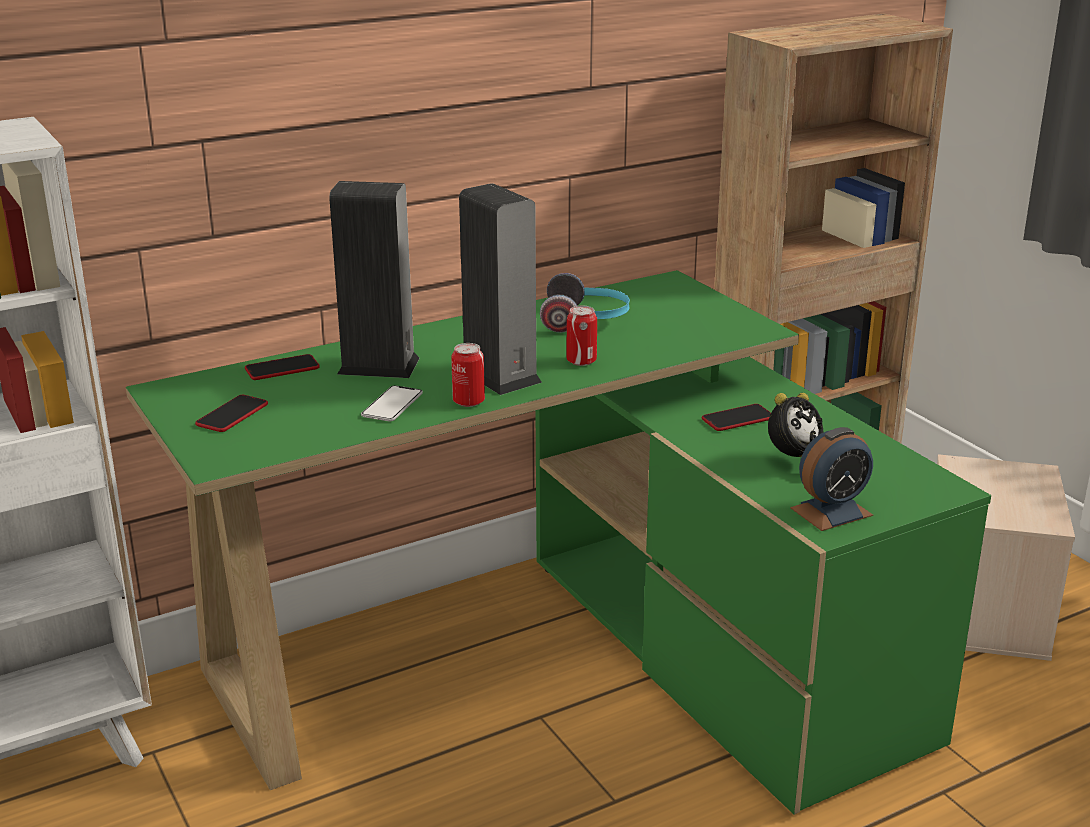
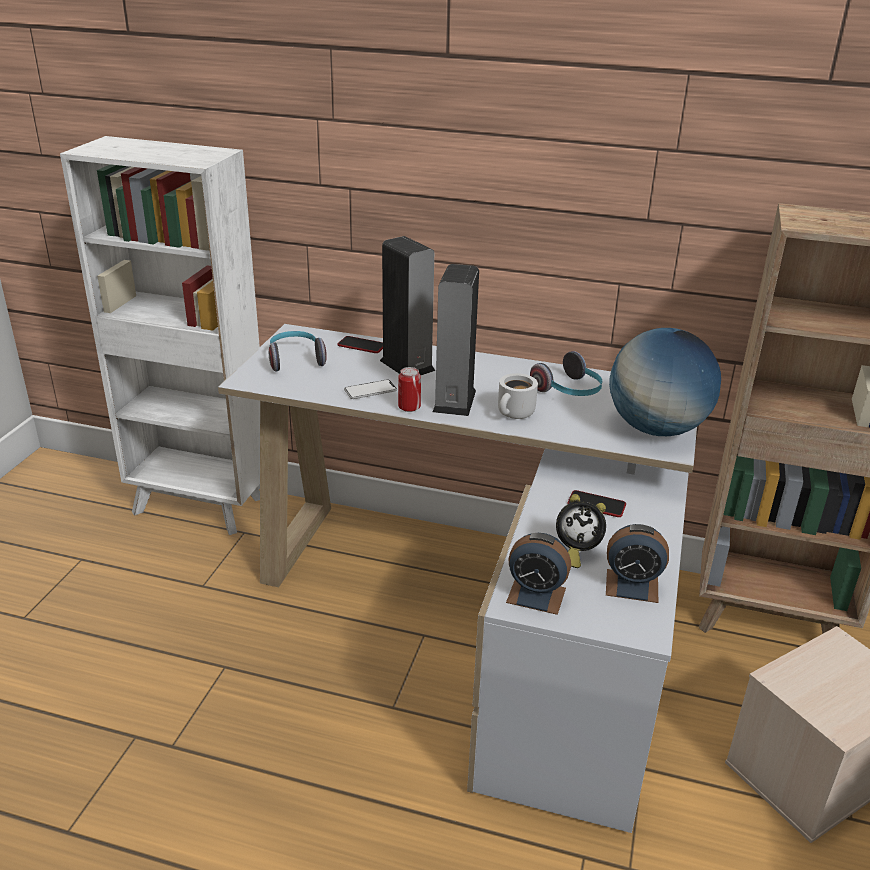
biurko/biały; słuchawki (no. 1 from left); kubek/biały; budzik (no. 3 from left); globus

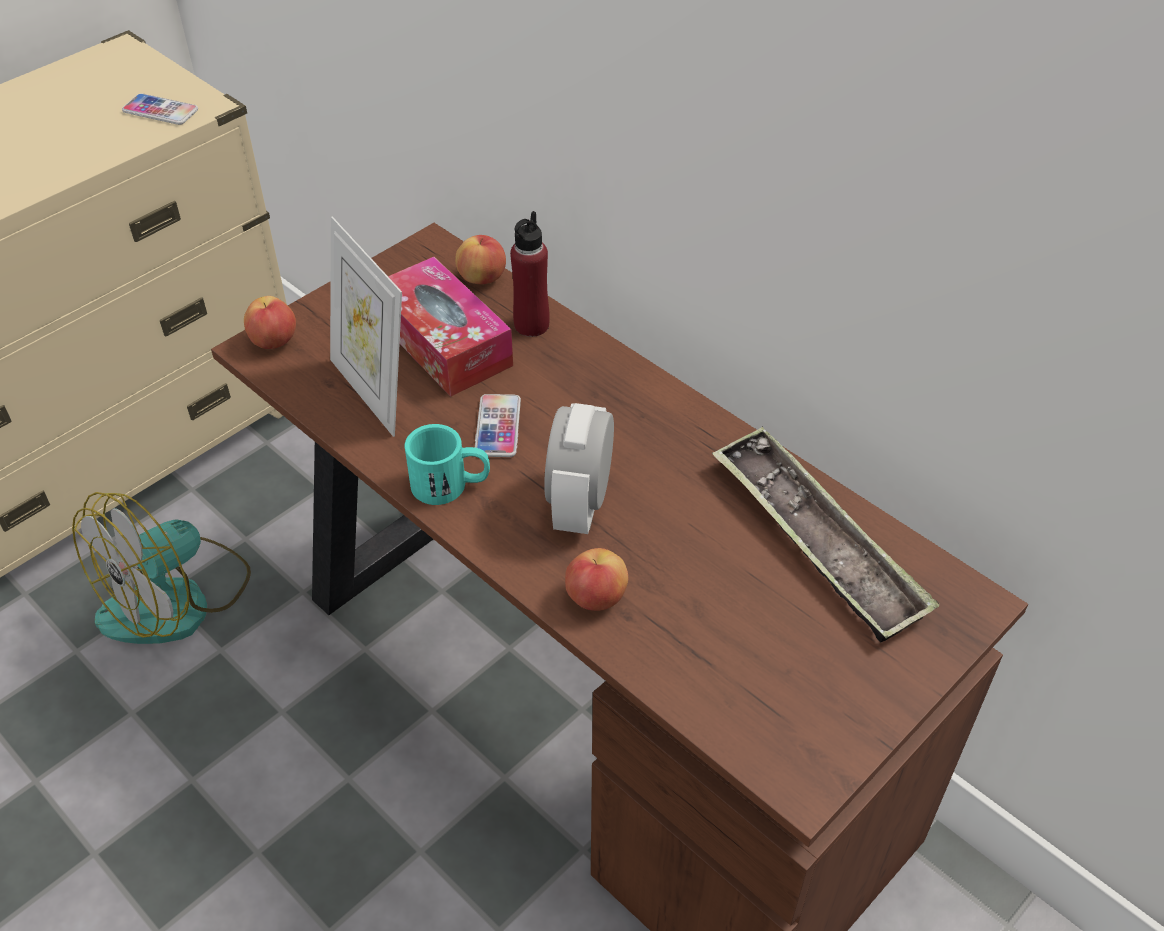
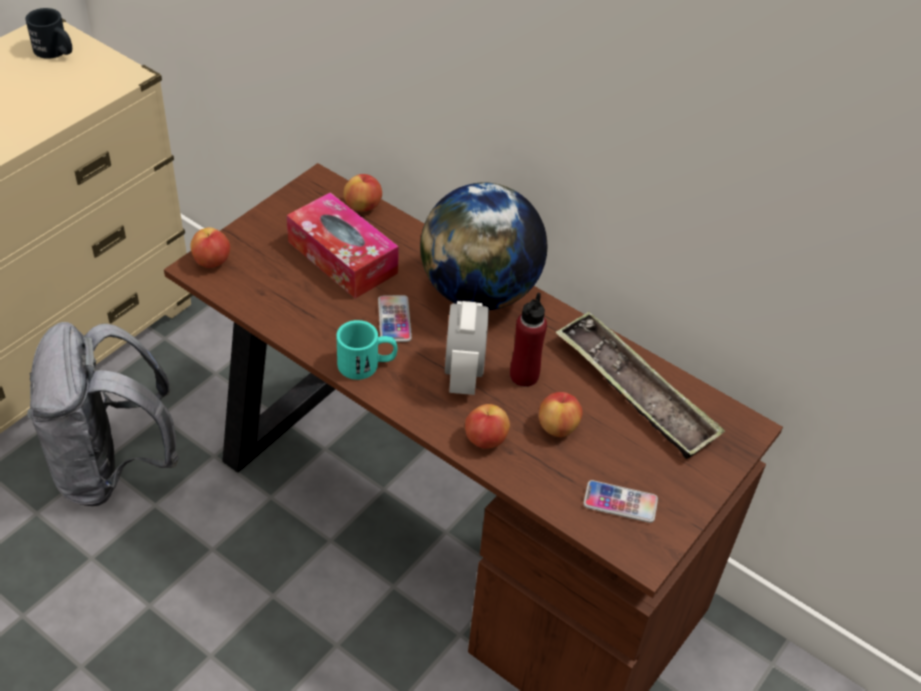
kubek/czarny; plecak/szary; globus; butelka/czerwony; jabłko (no. 4 from left); telefon (no. 2 from left); ramka na zdjęcie

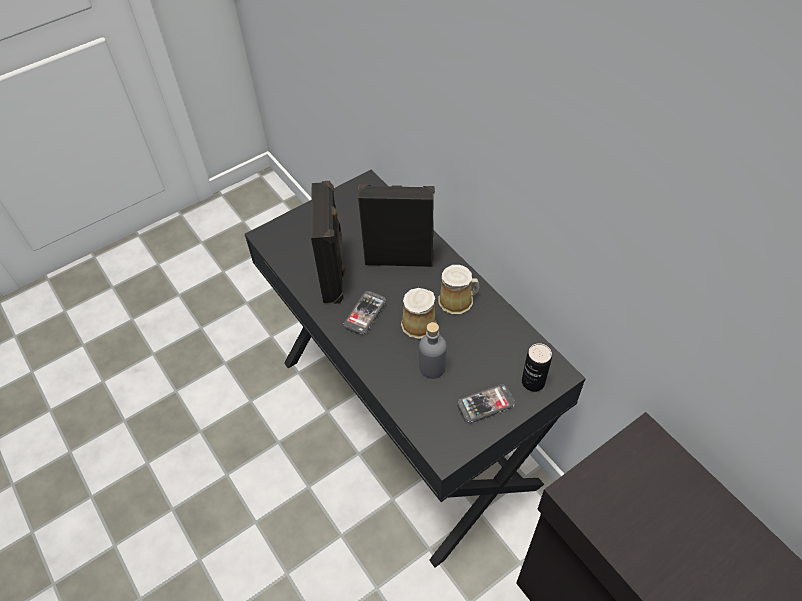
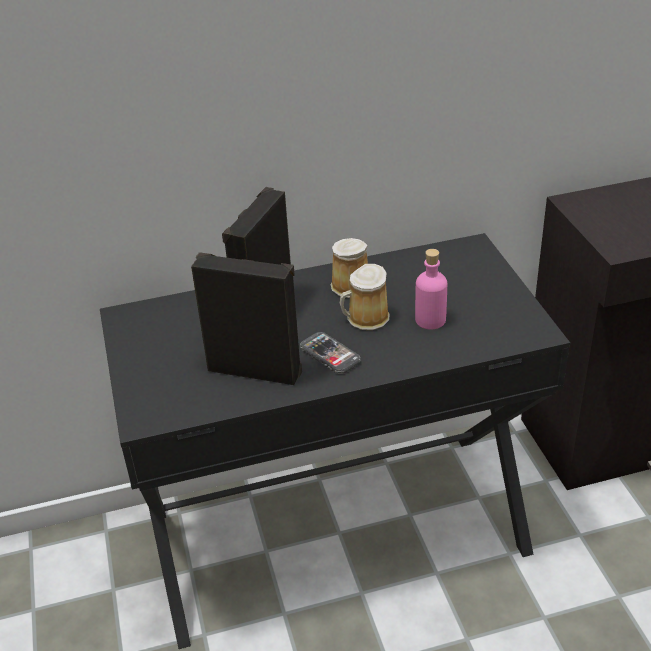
butelka/różowy; telefon (no. 2 from left in the first image); puszka

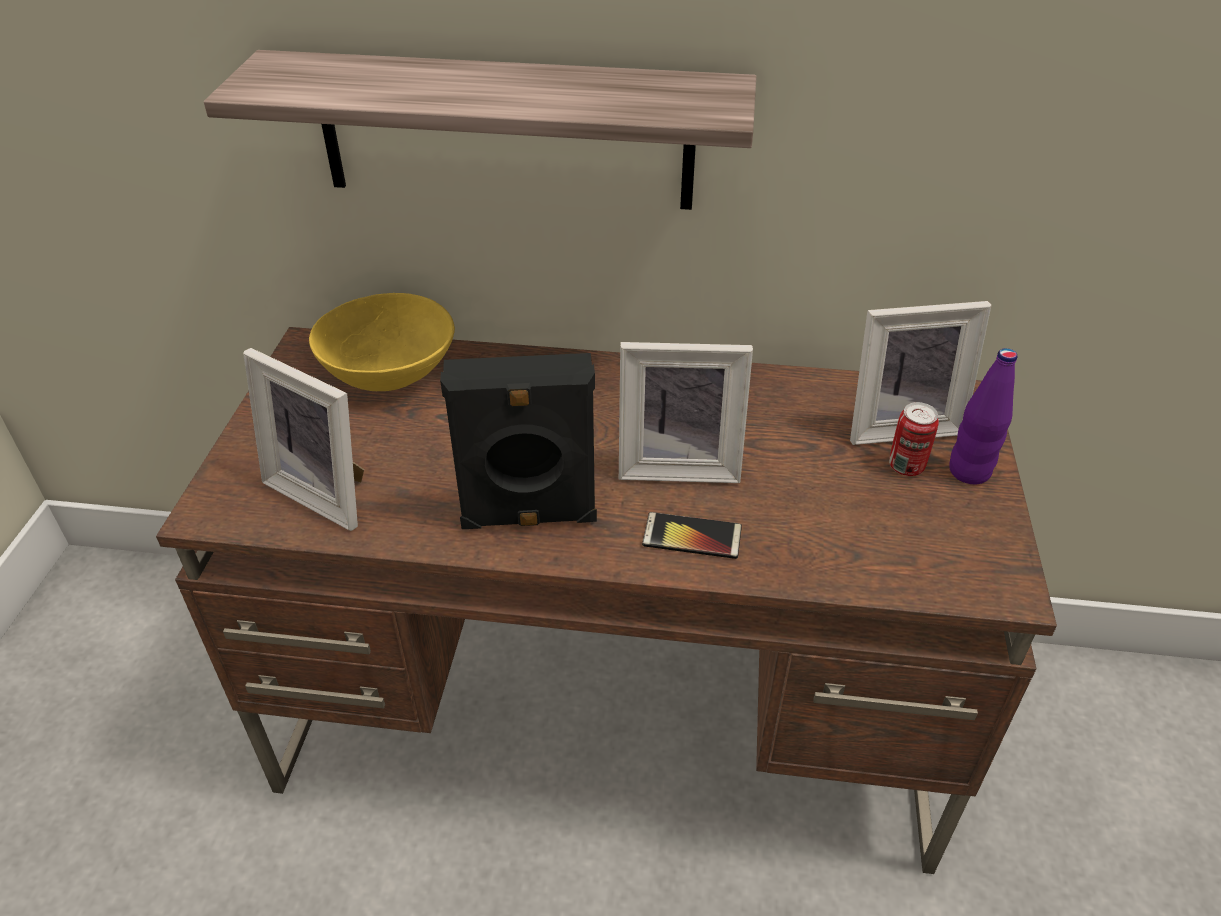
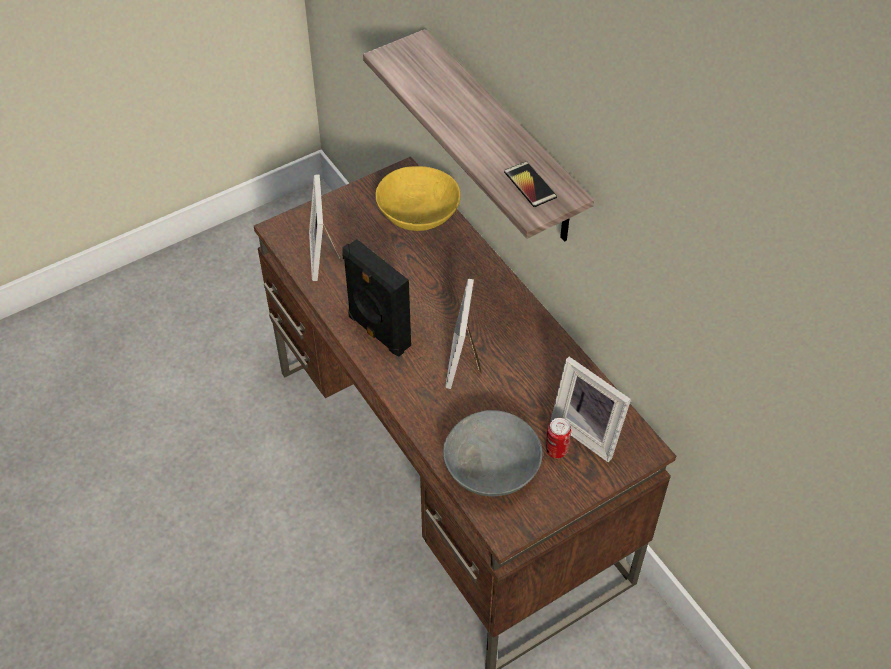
miska/szary; ramka na zdjęcie (no. 2 from left); telefon; butelka/fioletowy

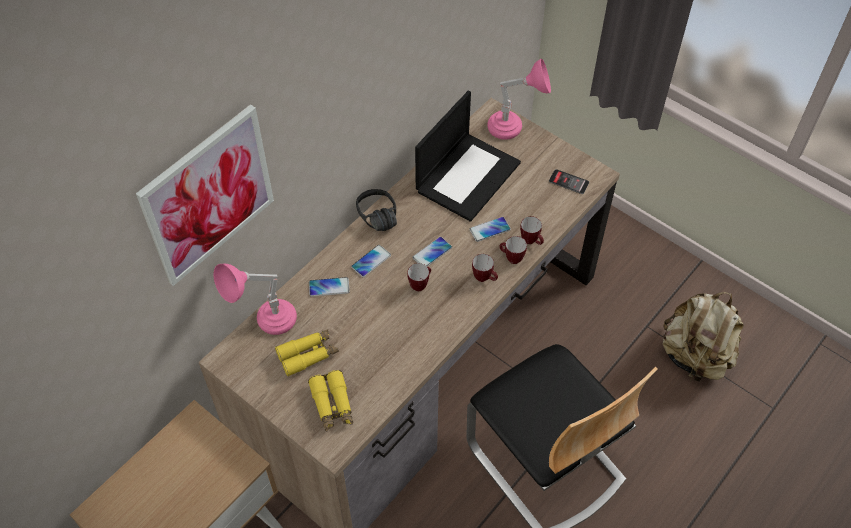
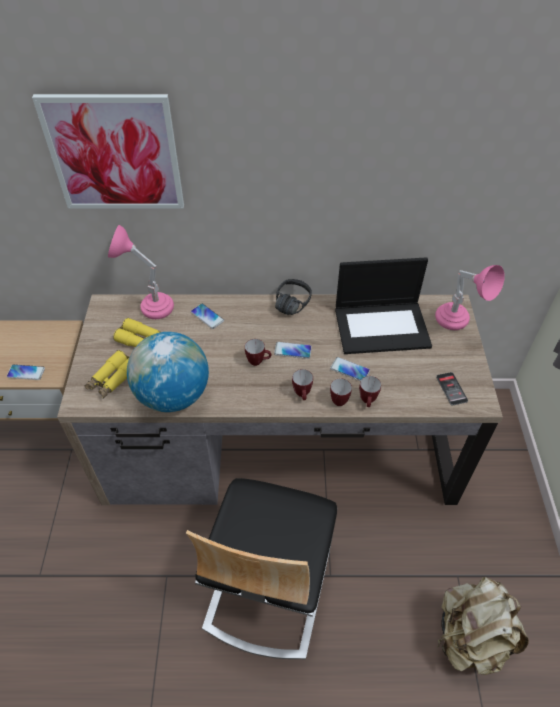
telefon (no. 1 from left); globus

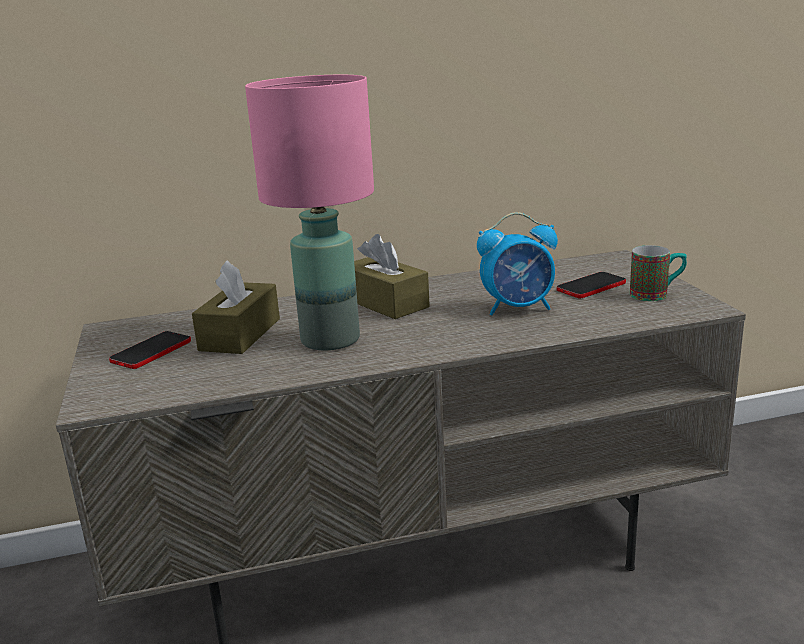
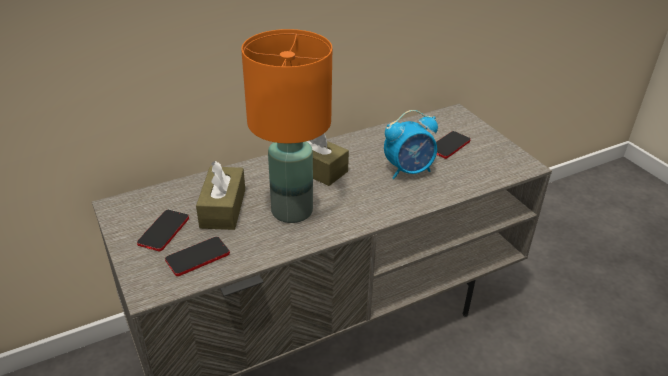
telefon (no. 2 from left); lampa stołowa/pomarańczowy; kubek

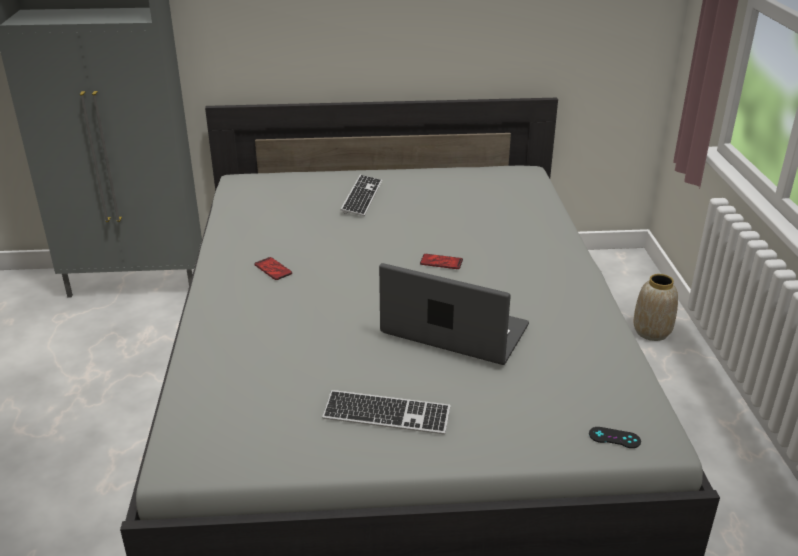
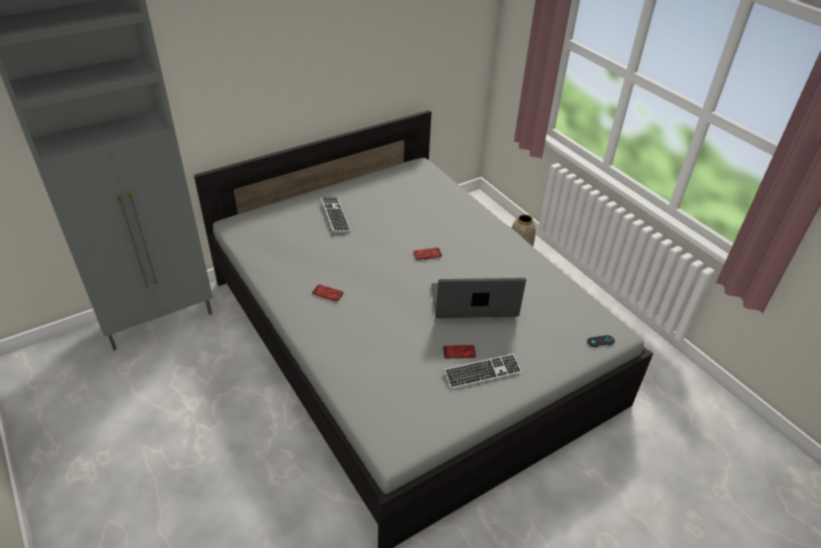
telefon (no. 3 from left)

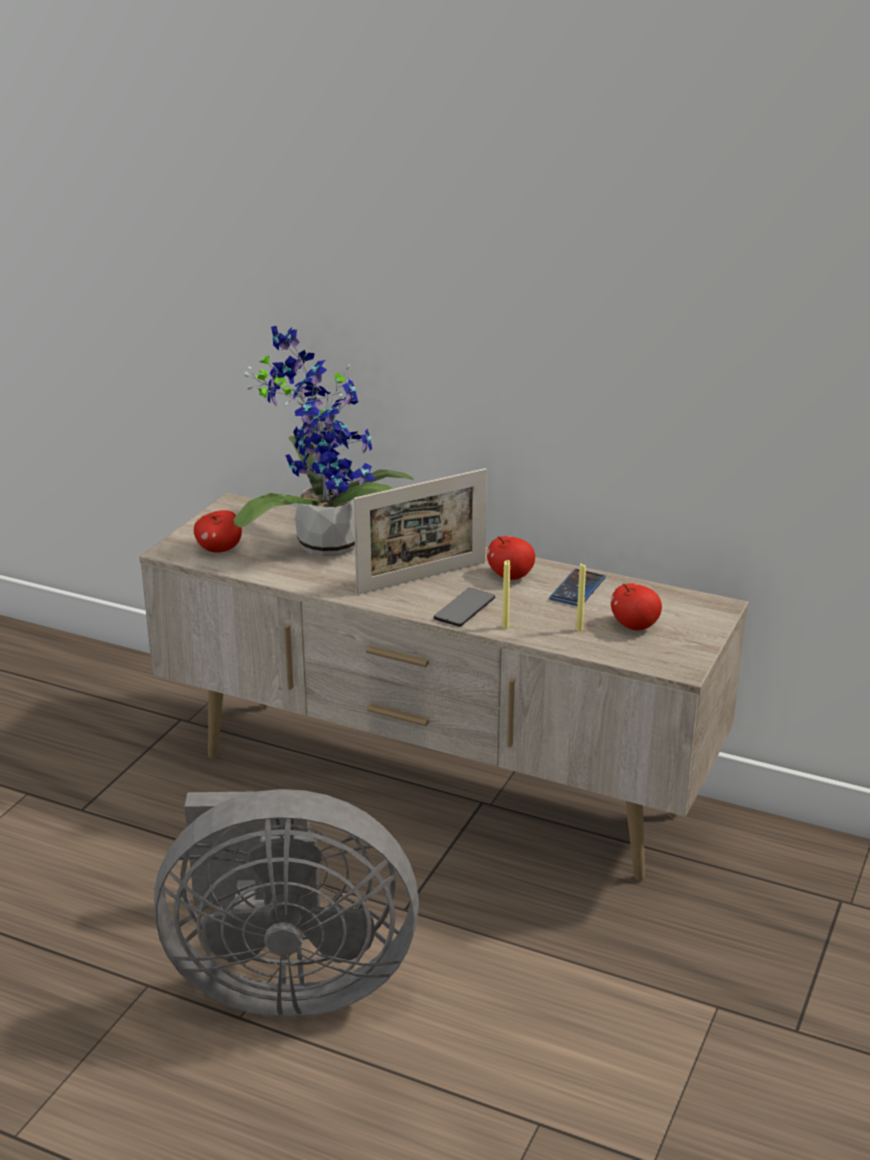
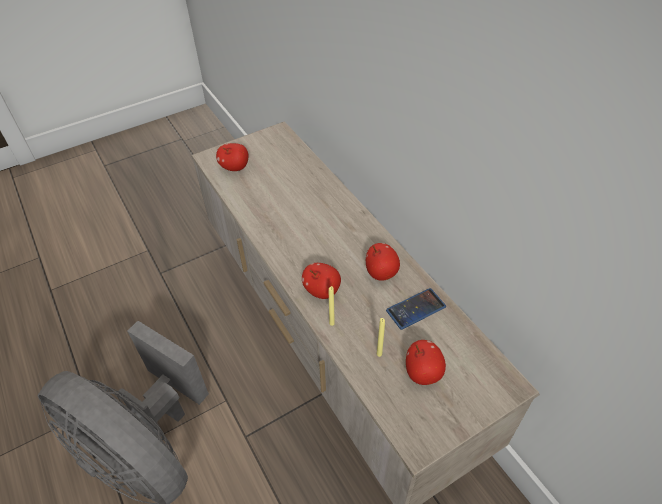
jabłko (no. 2 from left); roślina doniczkowa; ramka na zdjęcie

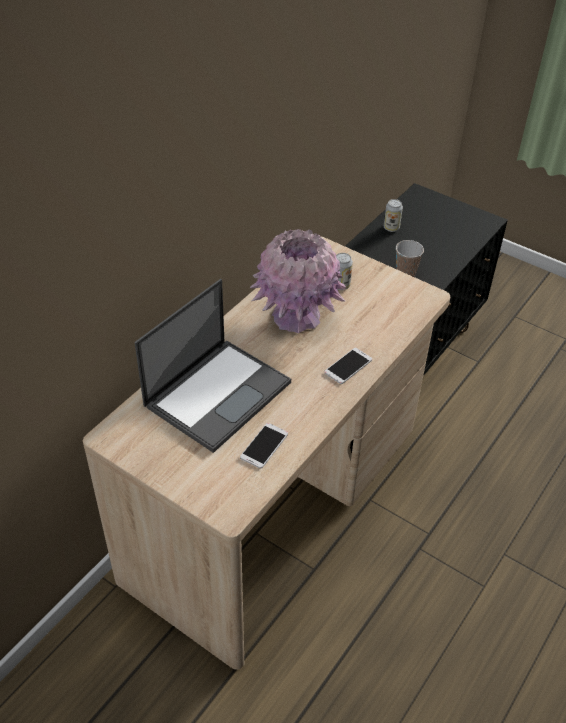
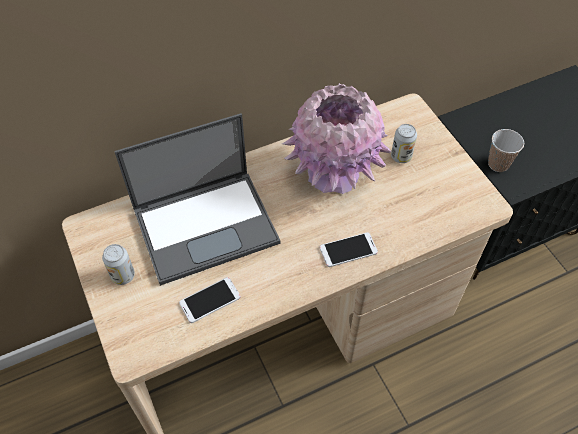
puszka (no. 1 from left)

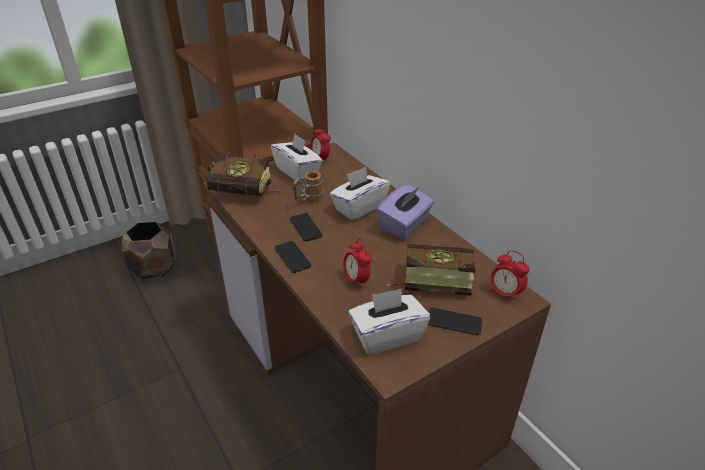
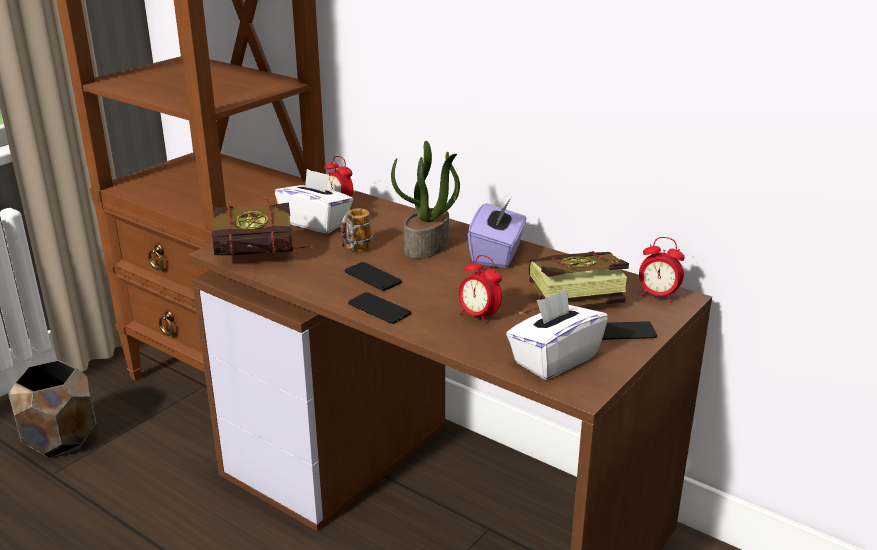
roślina doniczkowa

